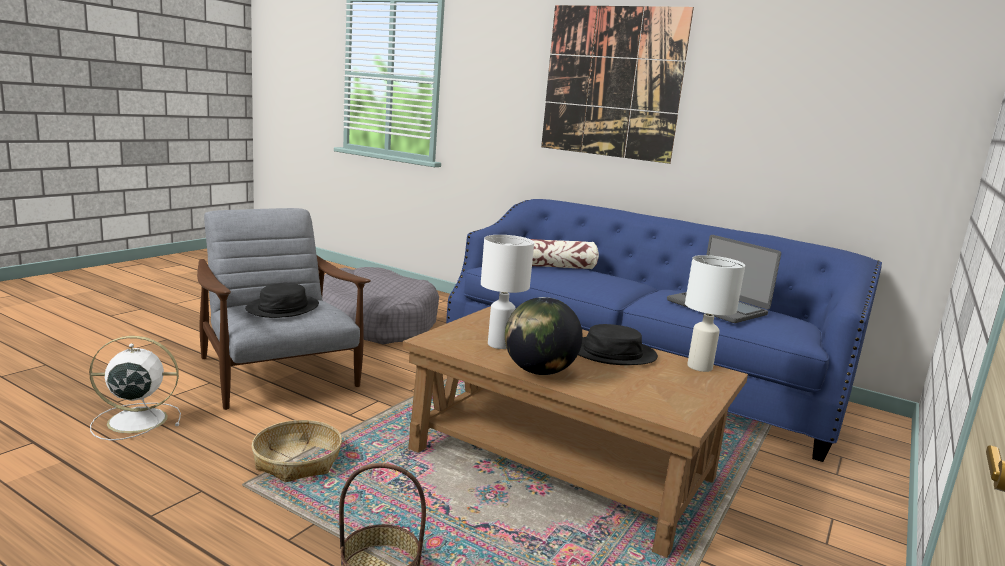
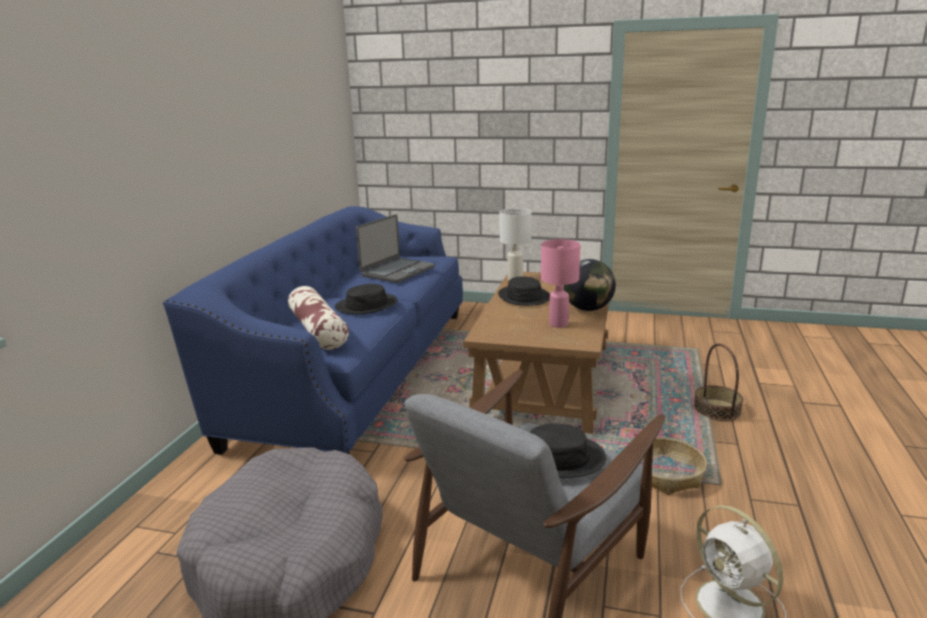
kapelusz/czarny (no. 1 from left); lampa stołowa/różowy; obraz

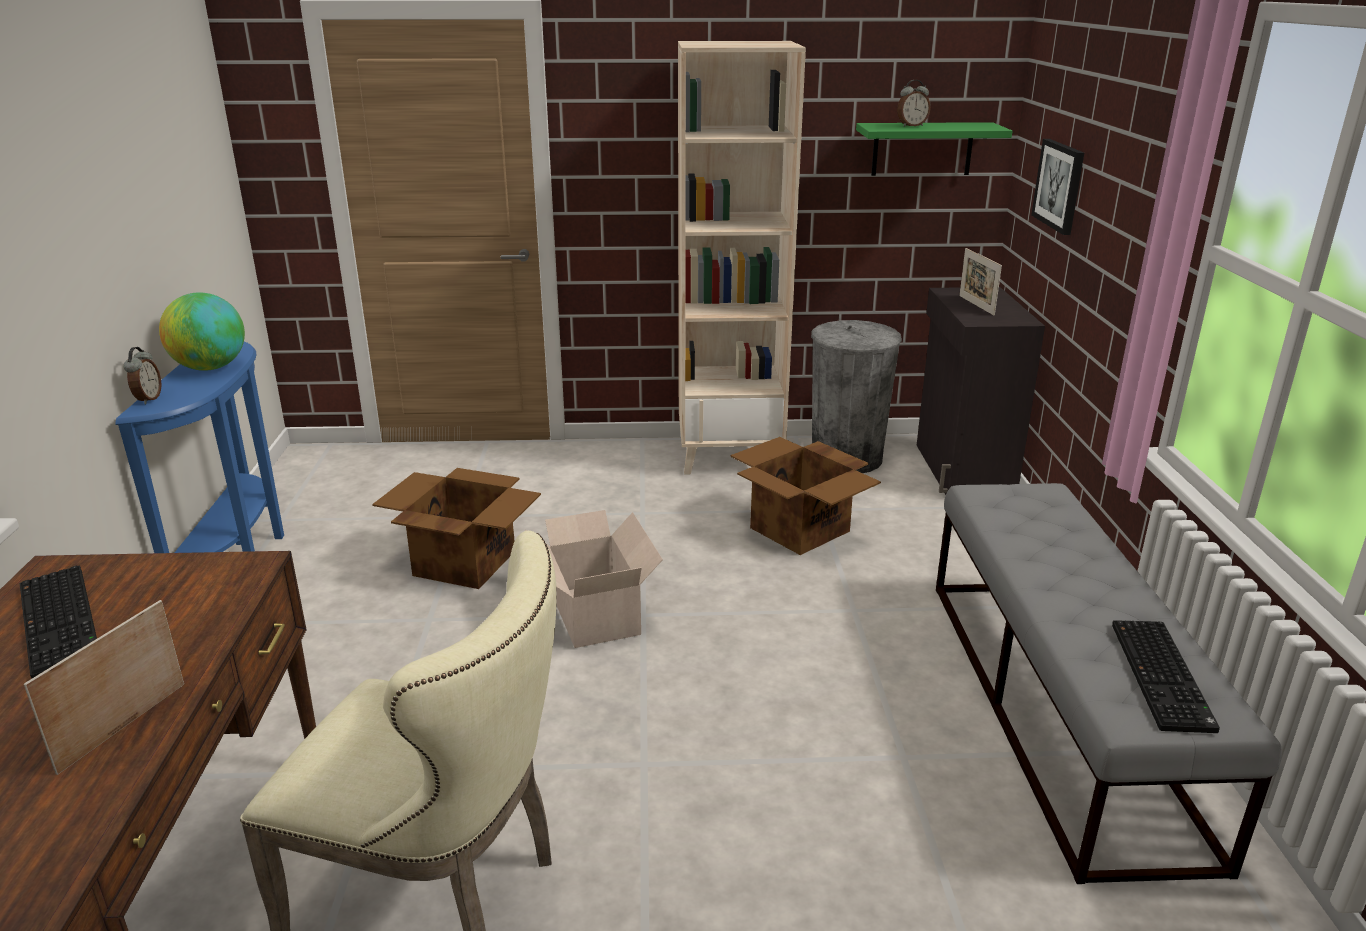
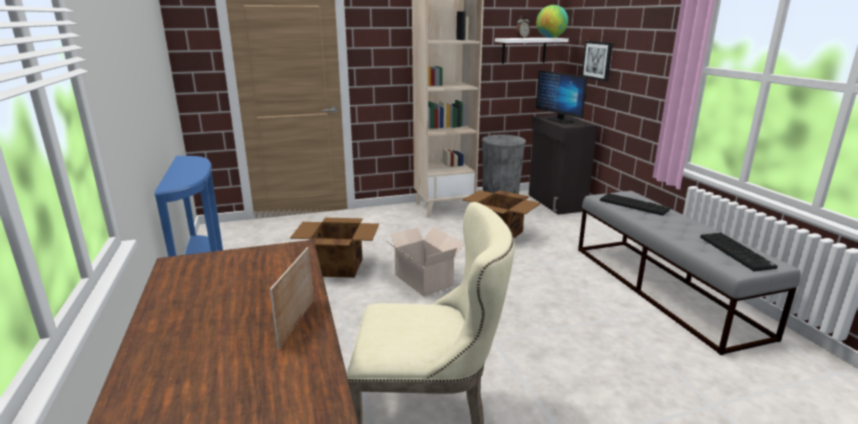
półka/biały; globus; monitor; klawiatura (no. 1 from left); budzik (no. 1 from left in the first image)

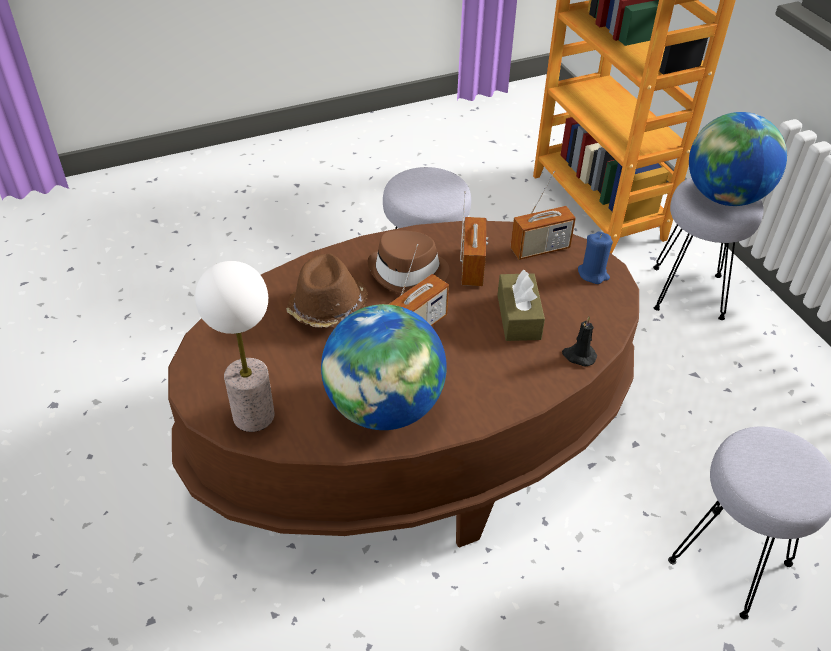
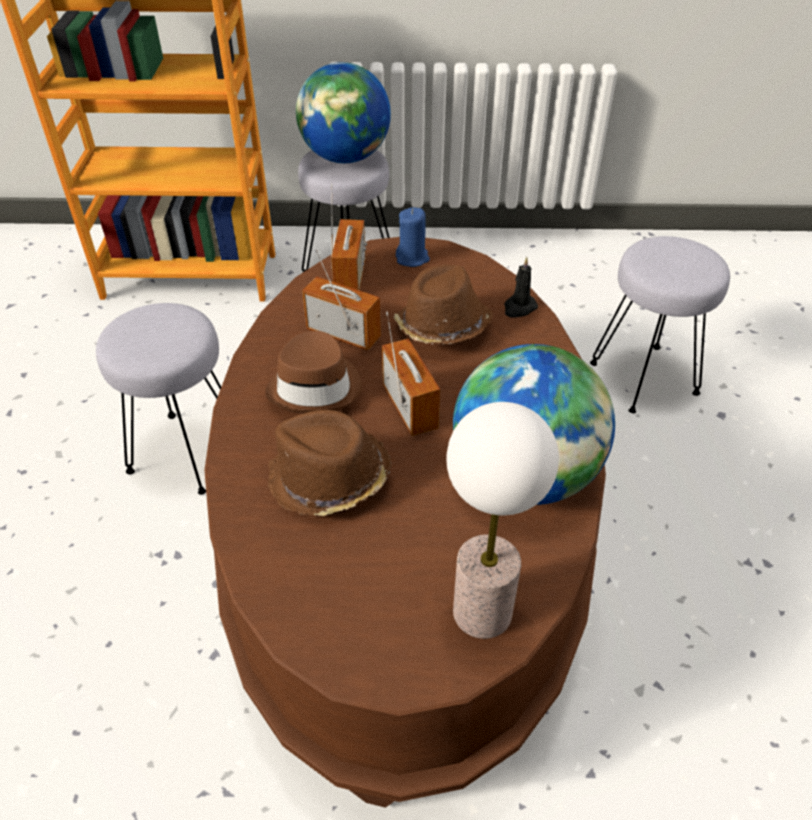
kapelusz/brązowy (no. 3 from left)

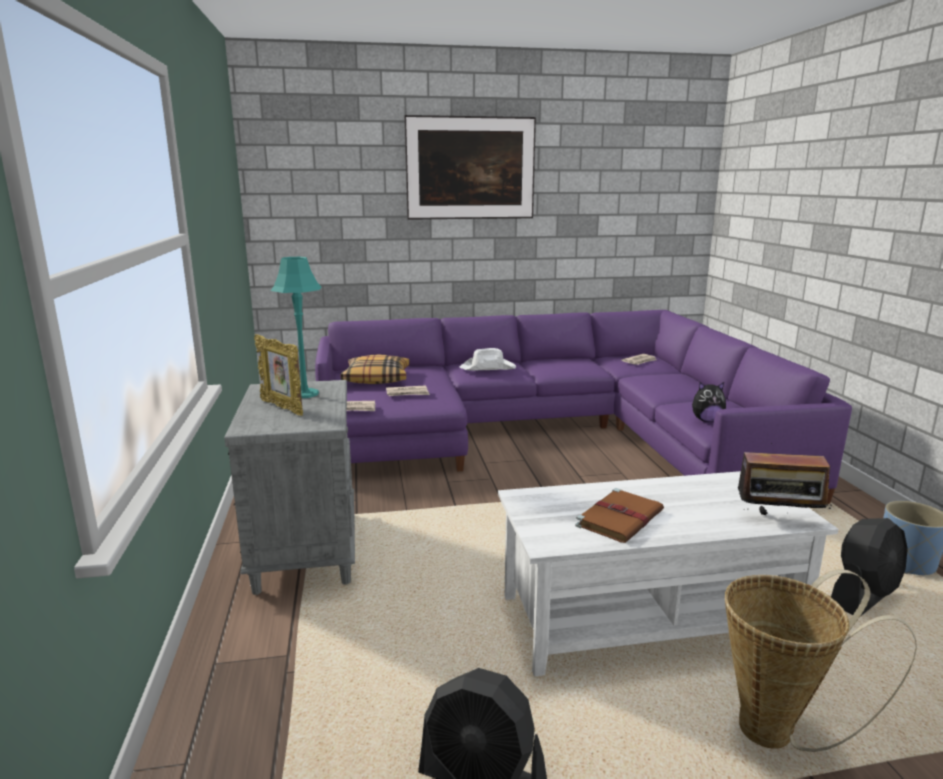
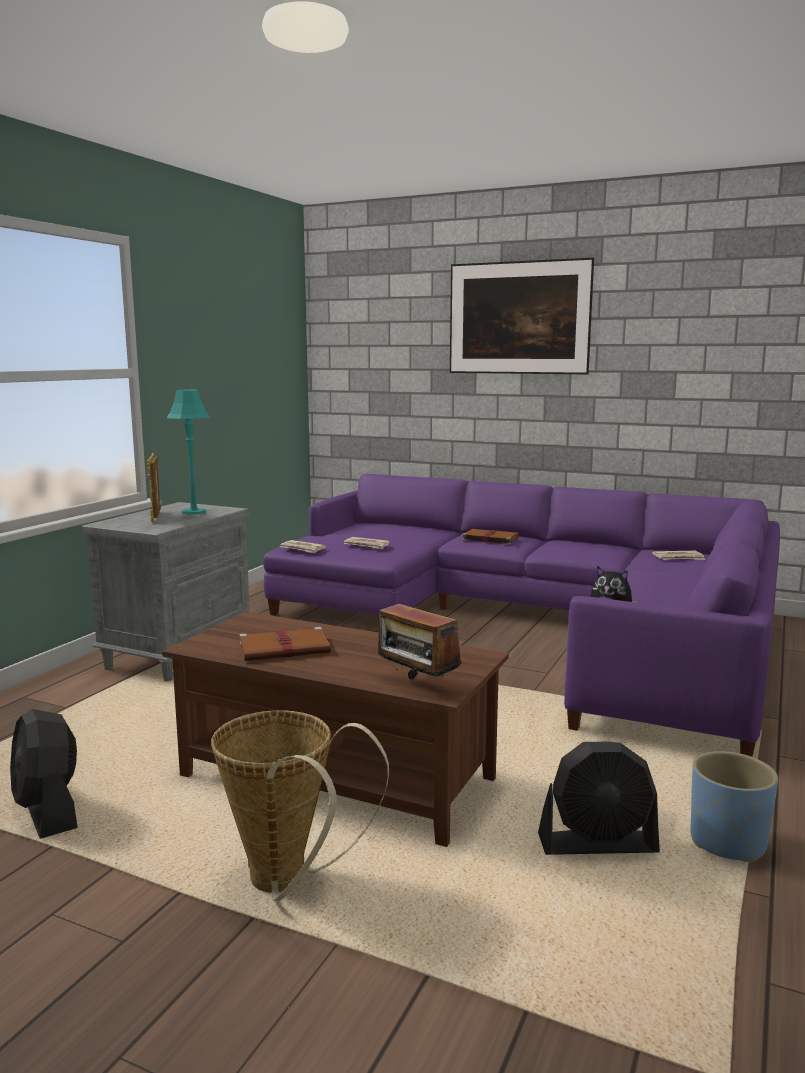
ława/brązowy; książka/brązowy (no. 2 from left); poduszka

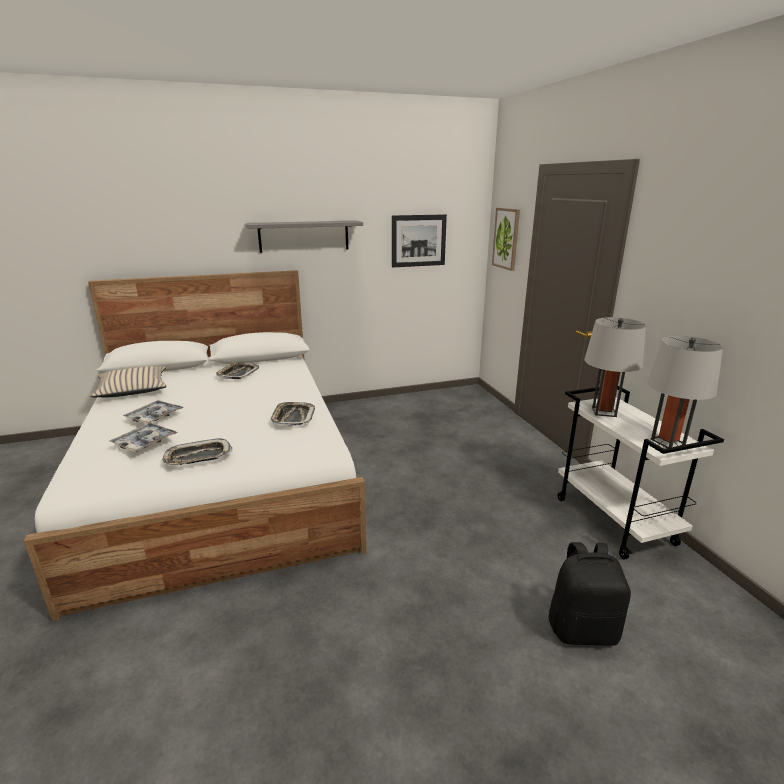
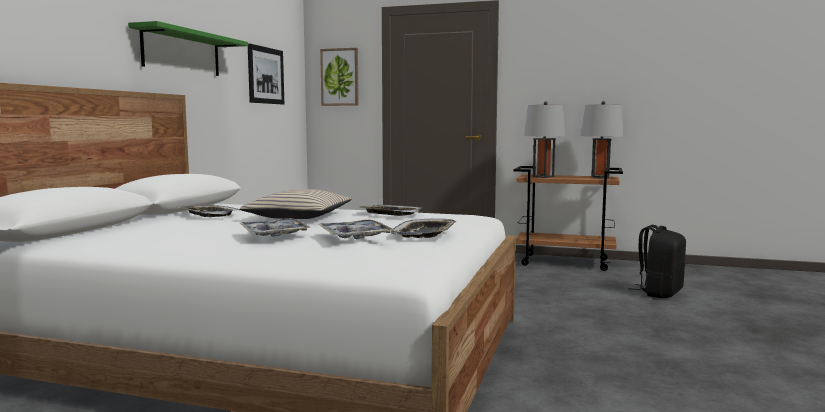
półka/zielony; poduszka/beżowy; wózek/brązowy

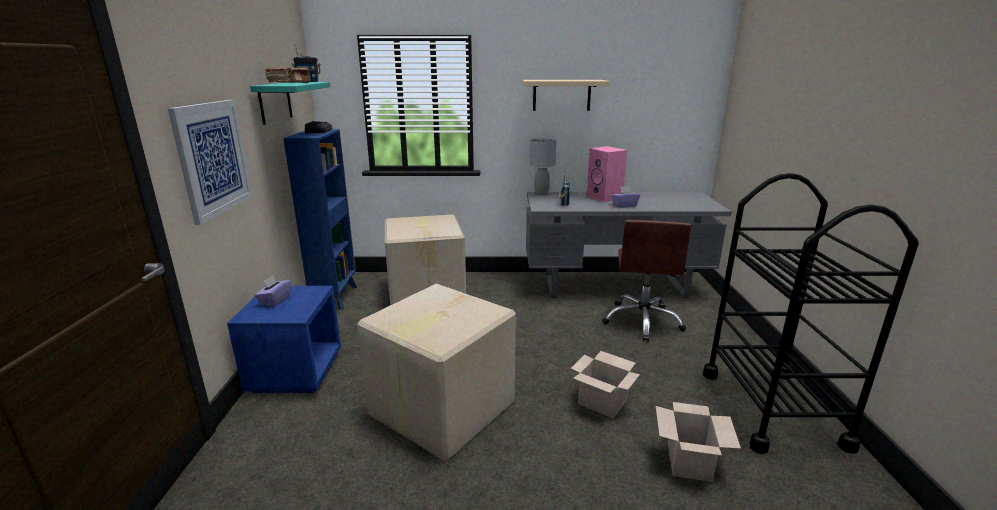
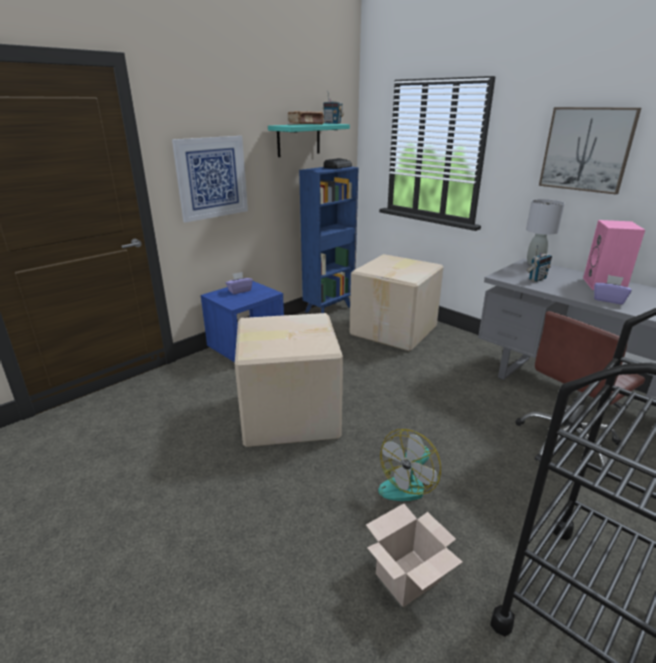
wentylator; obraz (no. 2 from left)

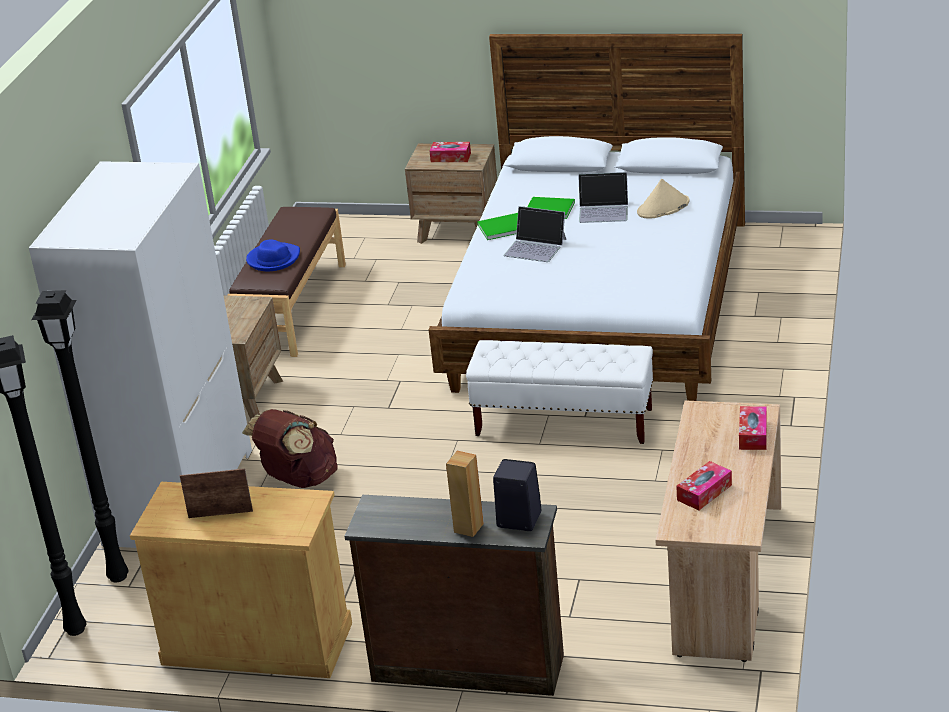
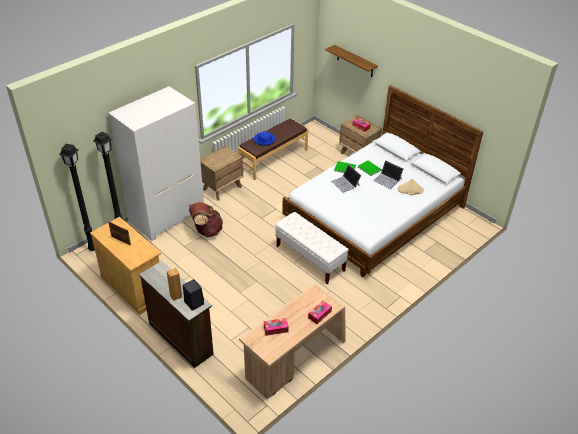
półka

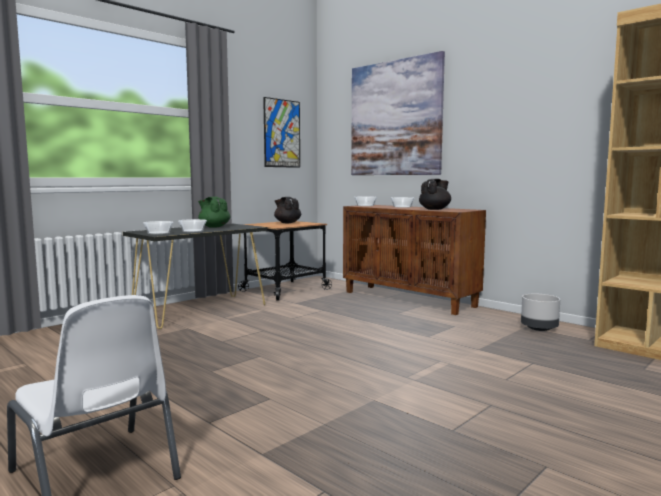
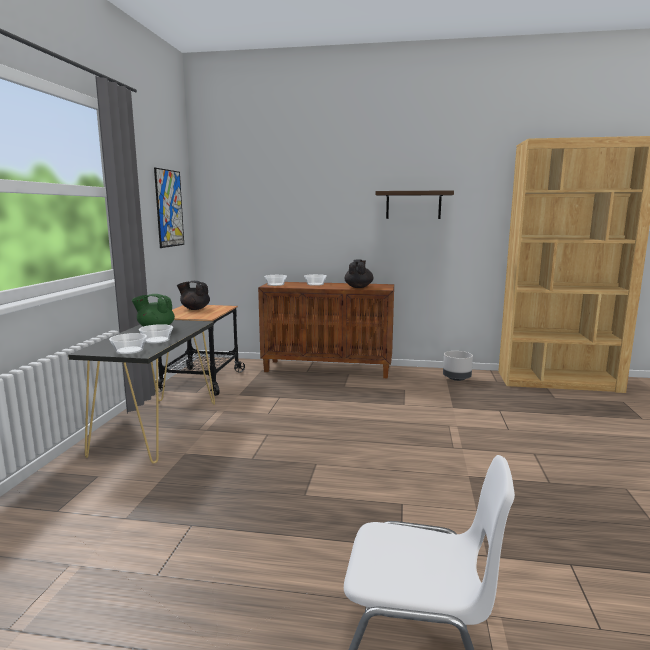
półka; obraz (no. 2 from left in the first image)

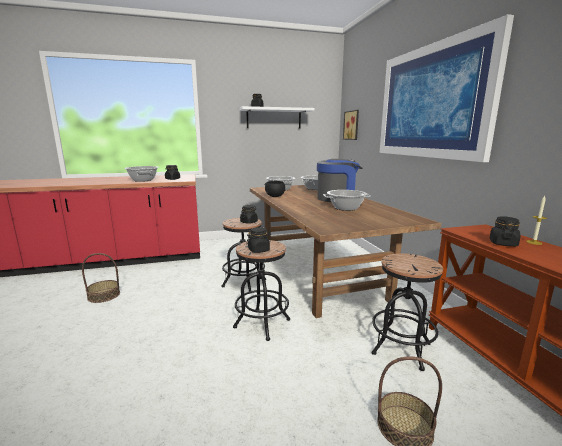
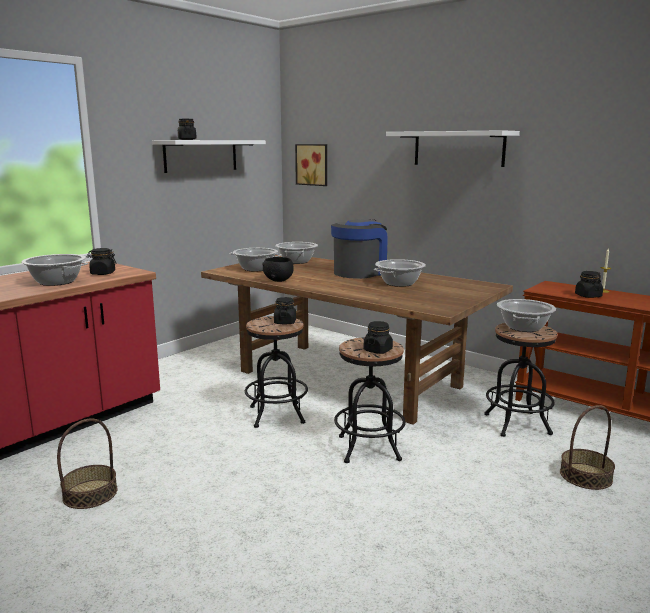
półka/biały (no. 2 from left); garnek (no. 5 from left)

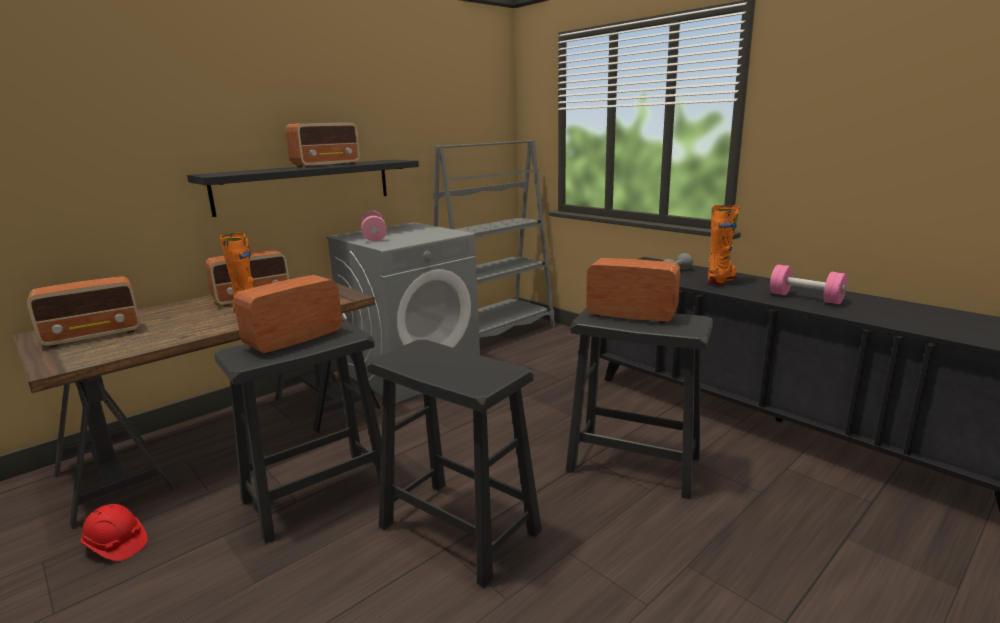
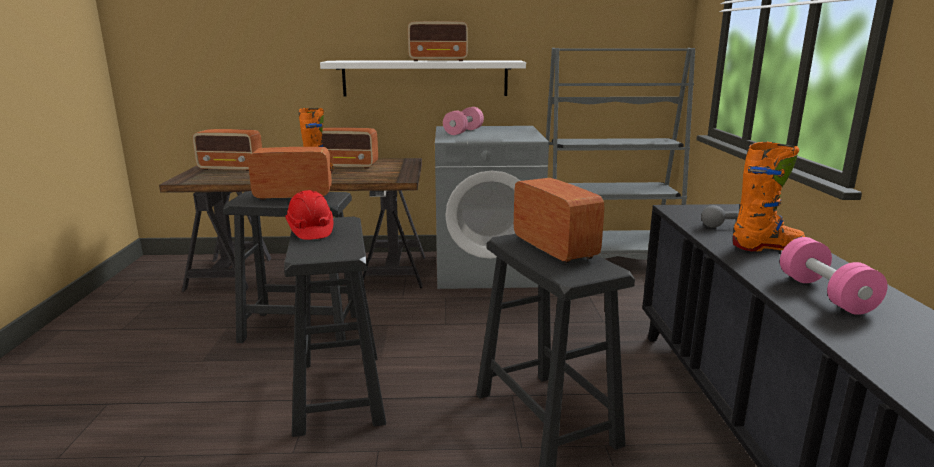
kask/czerwony; półka/biały

